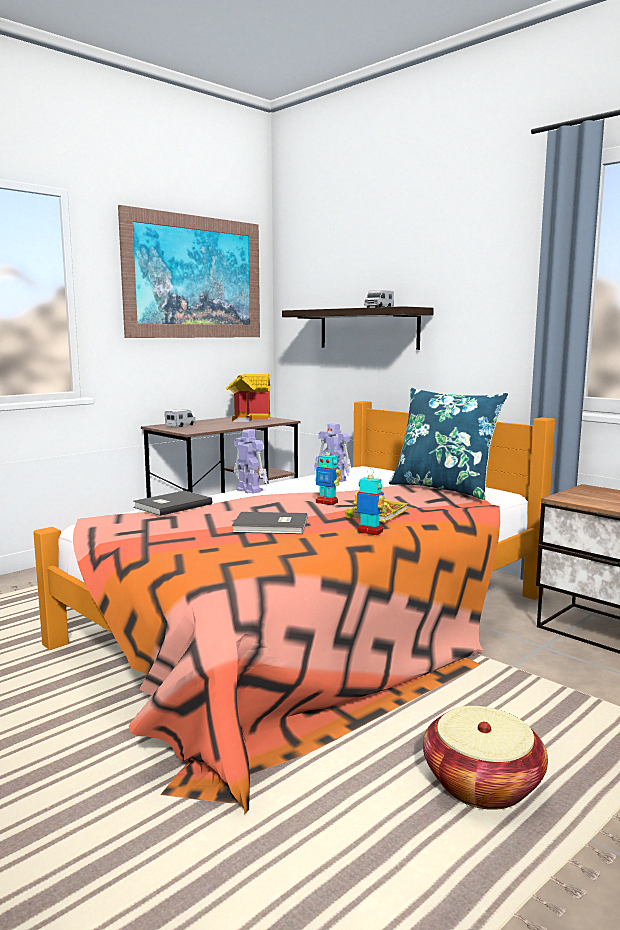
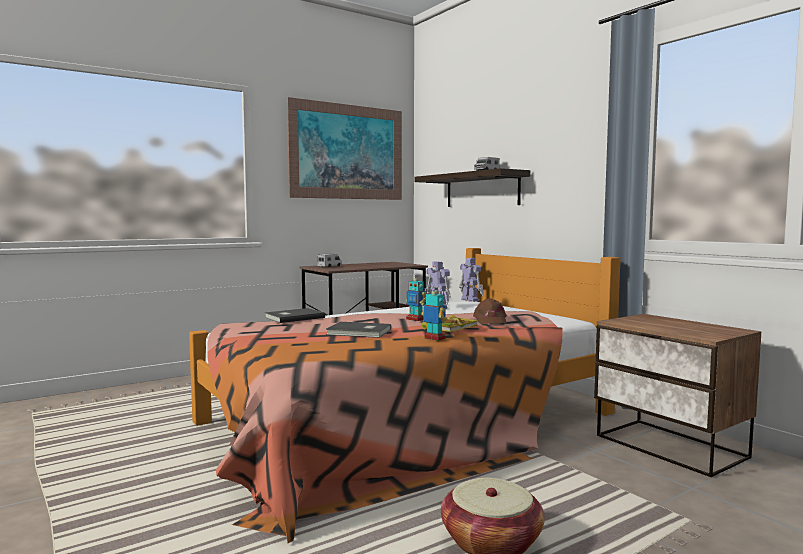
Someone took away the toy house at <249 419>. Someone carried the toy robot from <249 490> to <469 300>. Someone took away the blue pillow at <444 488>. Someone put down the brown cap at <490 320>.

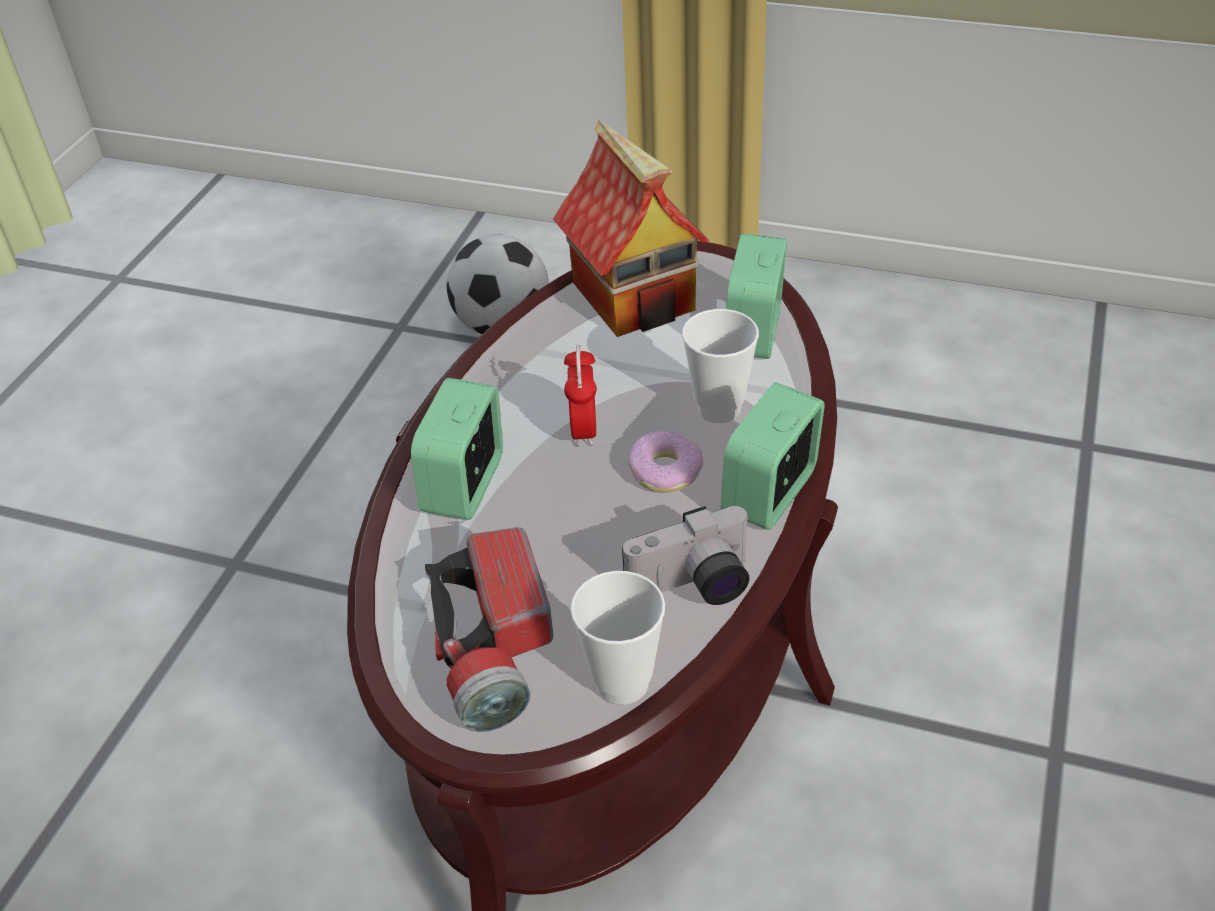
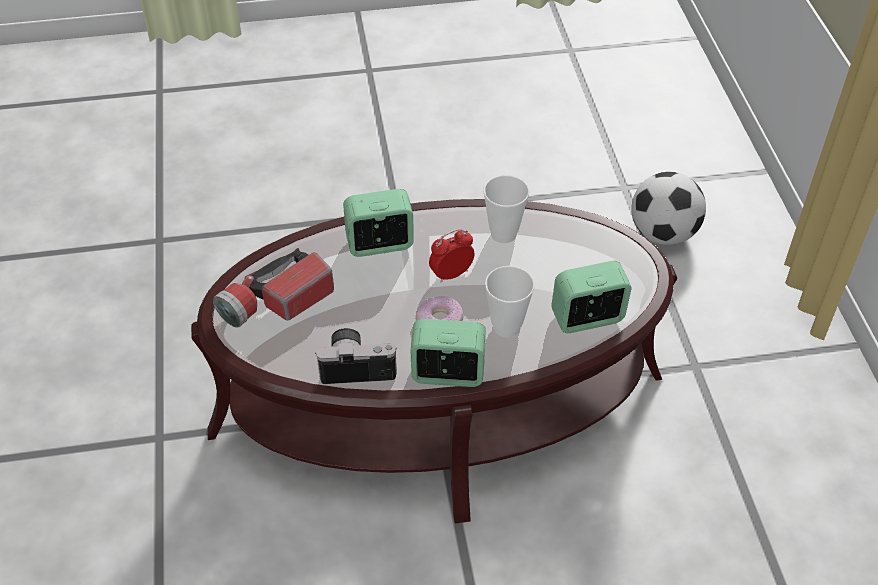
Someone took away the toy house at <636 296>. Someone carried the cup from <622 683> to <503 234>. Someone rotated the photo camera at <694 587> by 135 degrees clockwise.

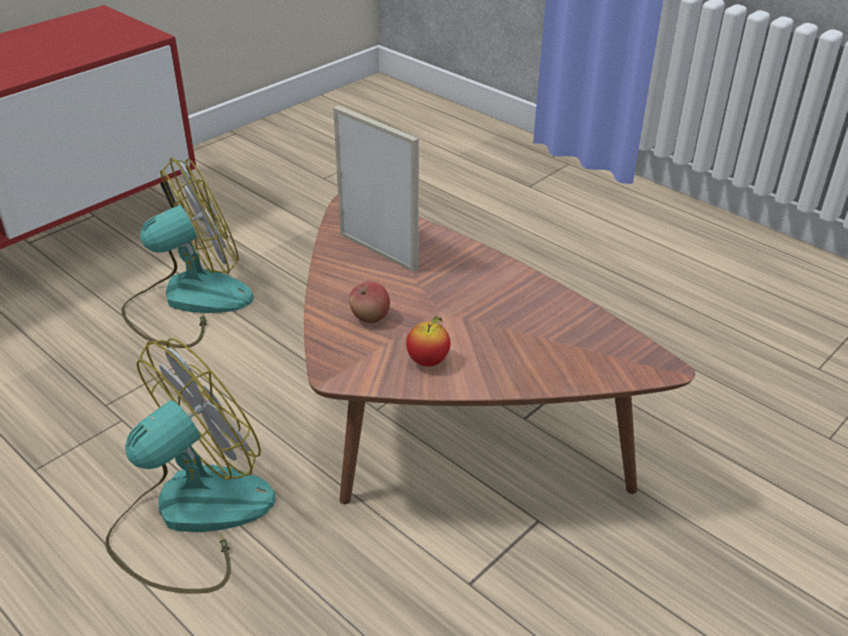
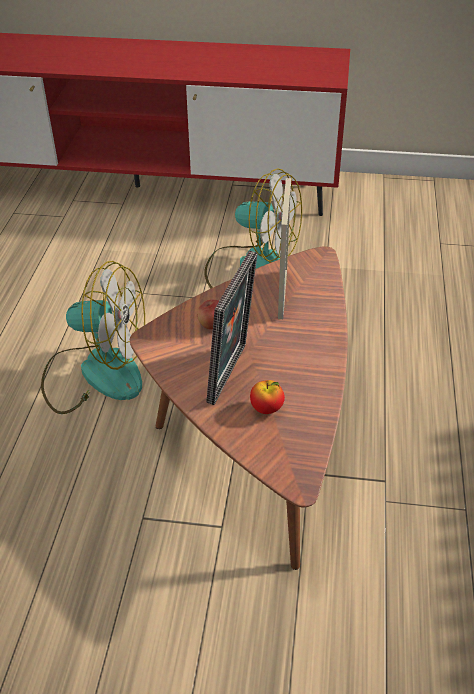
Someone carried the apple from <428 361> to <267 409>. Someone put down the picture frame at <232 374>.

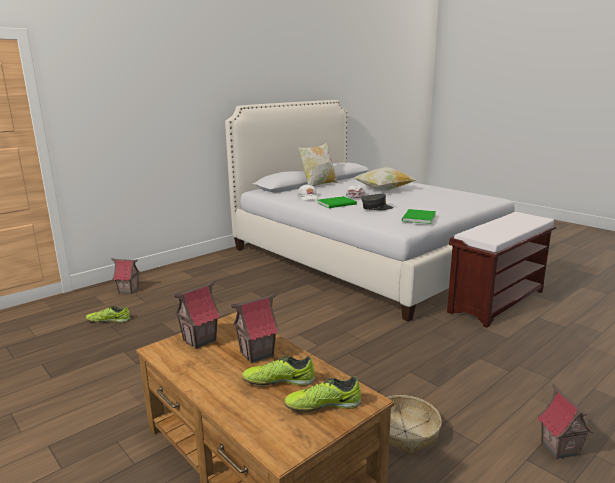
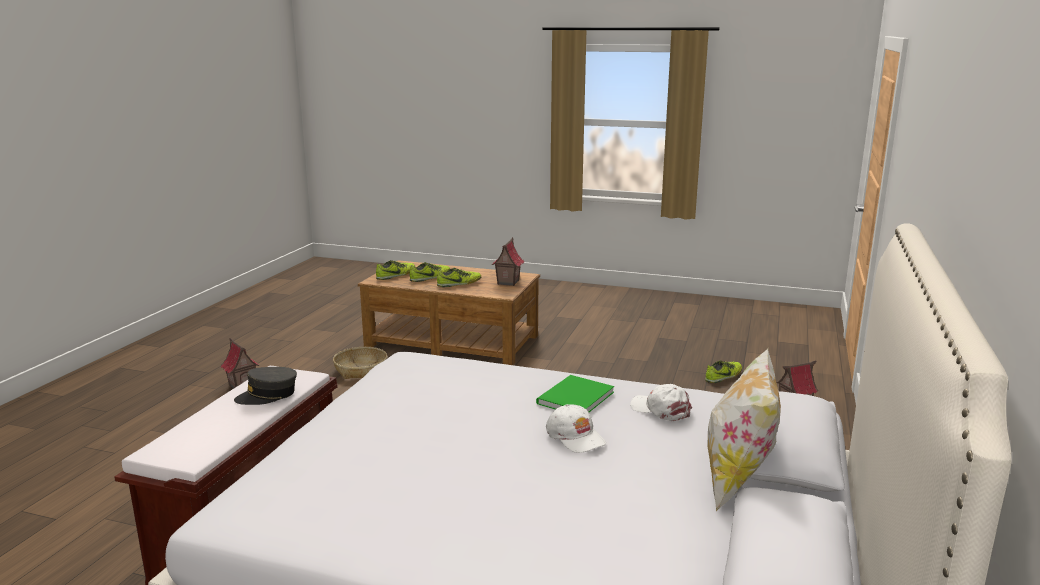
Someone swapped the toy house at <257 354> for the shoe at <459 284>. Someone took away the pillow at <383 190>. Someone carried the grey cap from <376 208> to <267 395>. Someone took away the green book at <417 218>.

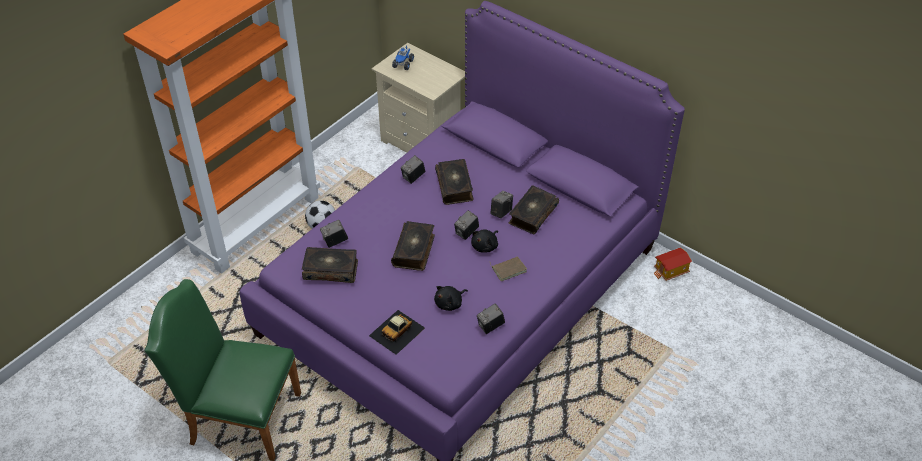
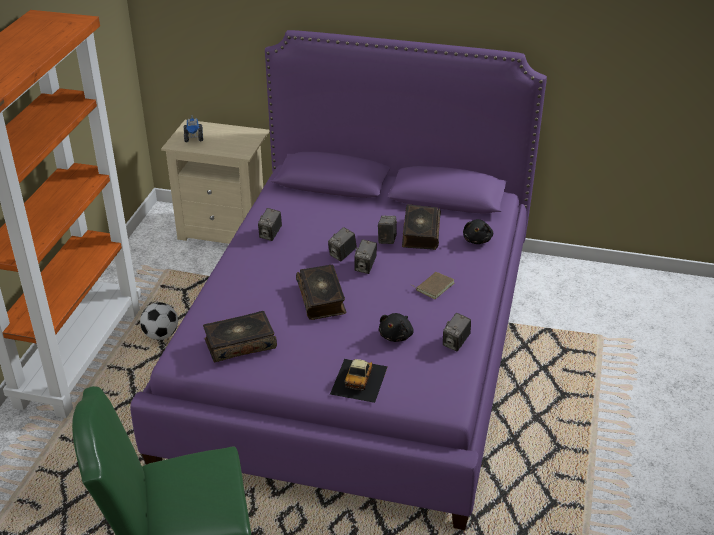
Someone carried the photo camera from <335 241> to <342 255>. Someone took away the book at <455 186>. Someone carried the black plush toy from <485 246> to <477 240>. Someone took away the toy house at <671 271>.

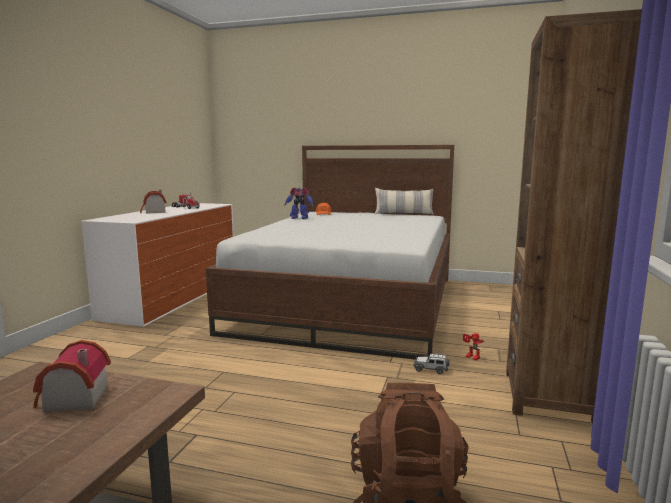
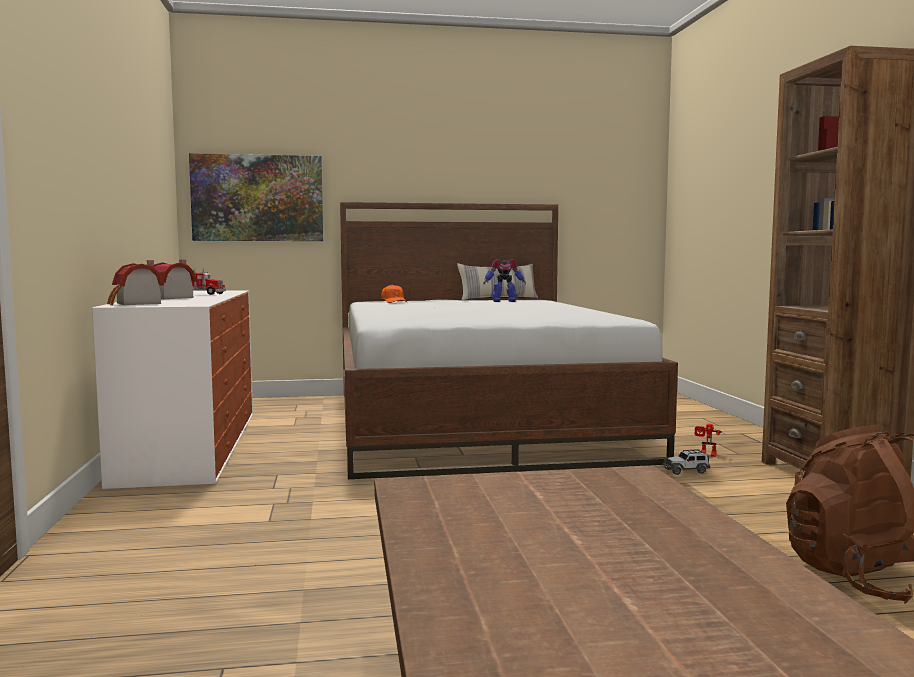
Someone carried the toy house from <72 400> to <135 303>. Someone carried the toy robot from <299 218> to <503 301>. Someone put up the picture at <257 198>.

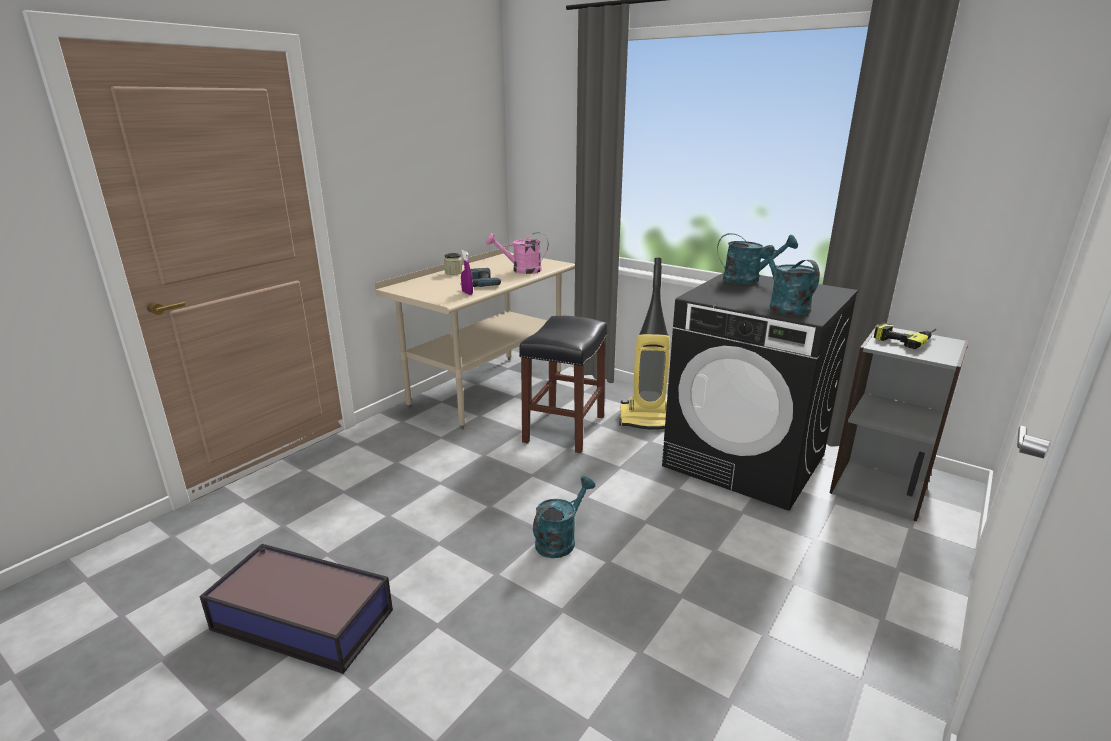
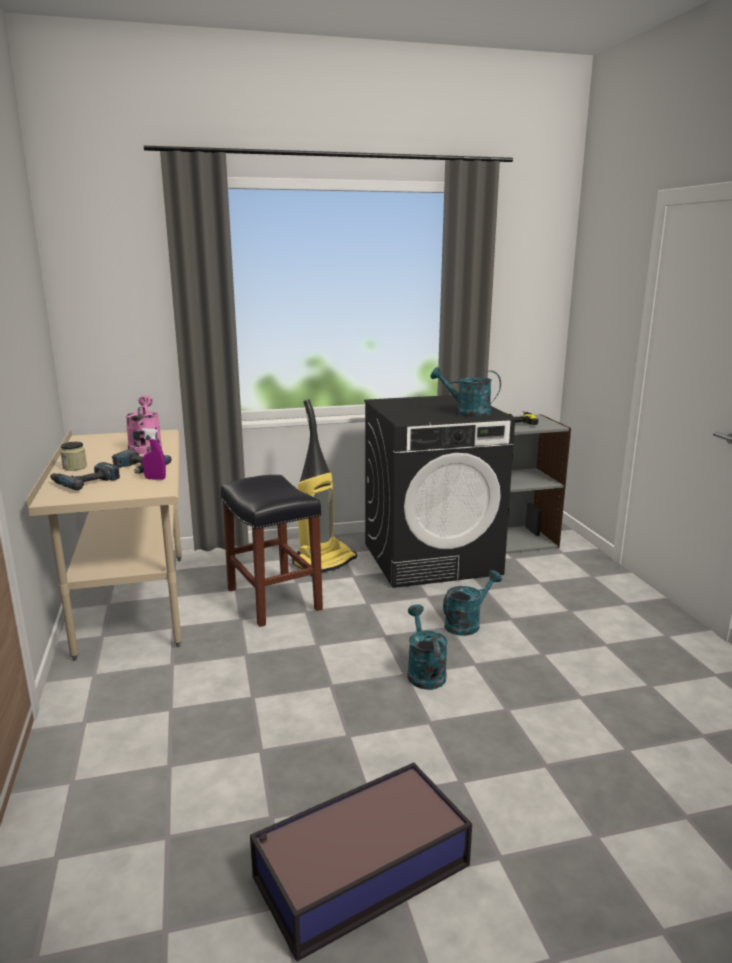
Someone rotated the pink watering can at <521 270> by 135 degrees clockwise. Someone carried the turquoise watering can from <748 280> to <467 623>. Someone put down the power drill at <85 482>.

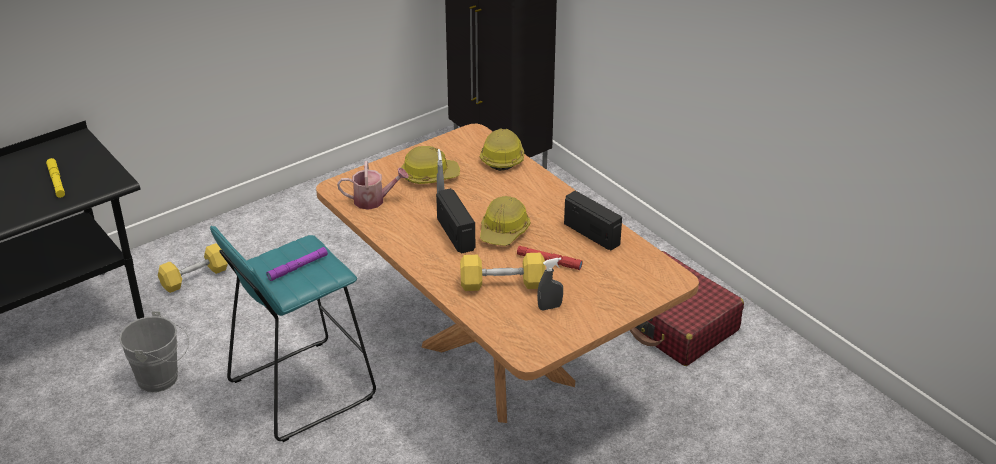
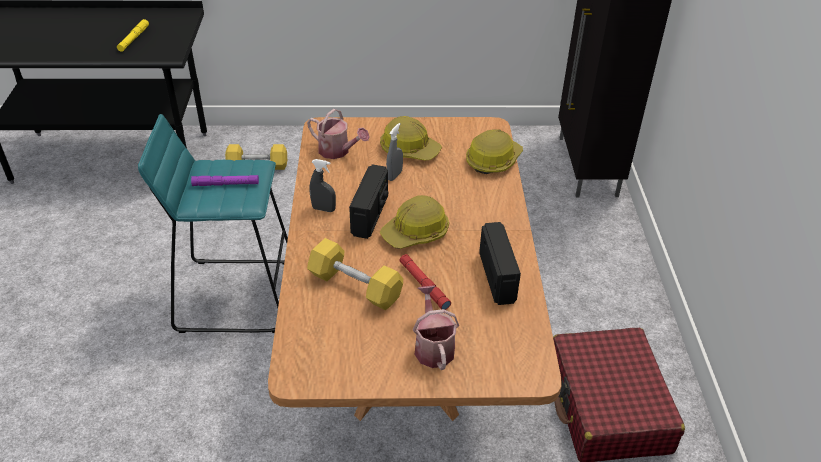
Someone took away the grey bucket at <162 379>. Someone carried the grey spray bottle from <549 307> to <323 209>. Someone put down the watering can at <433 346>.

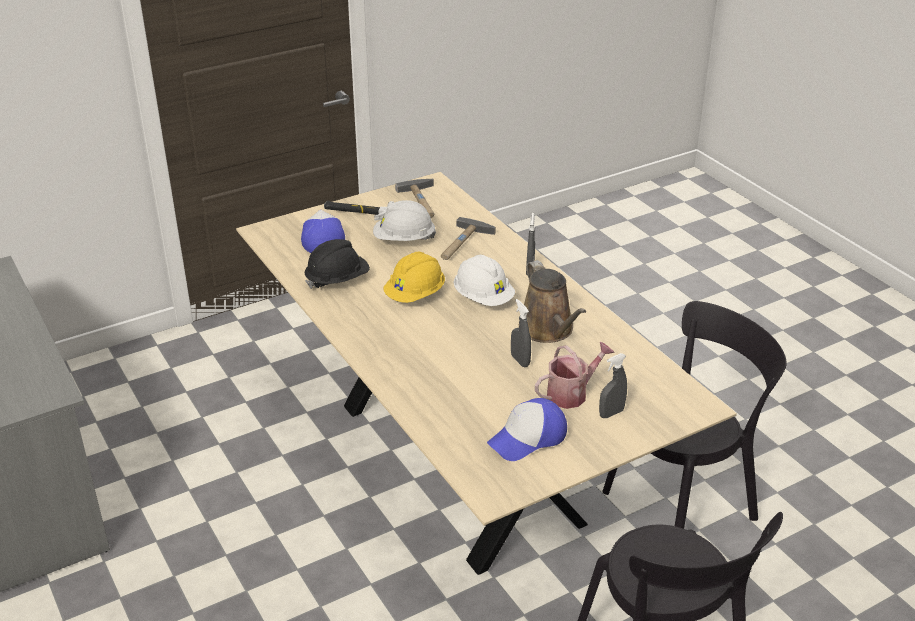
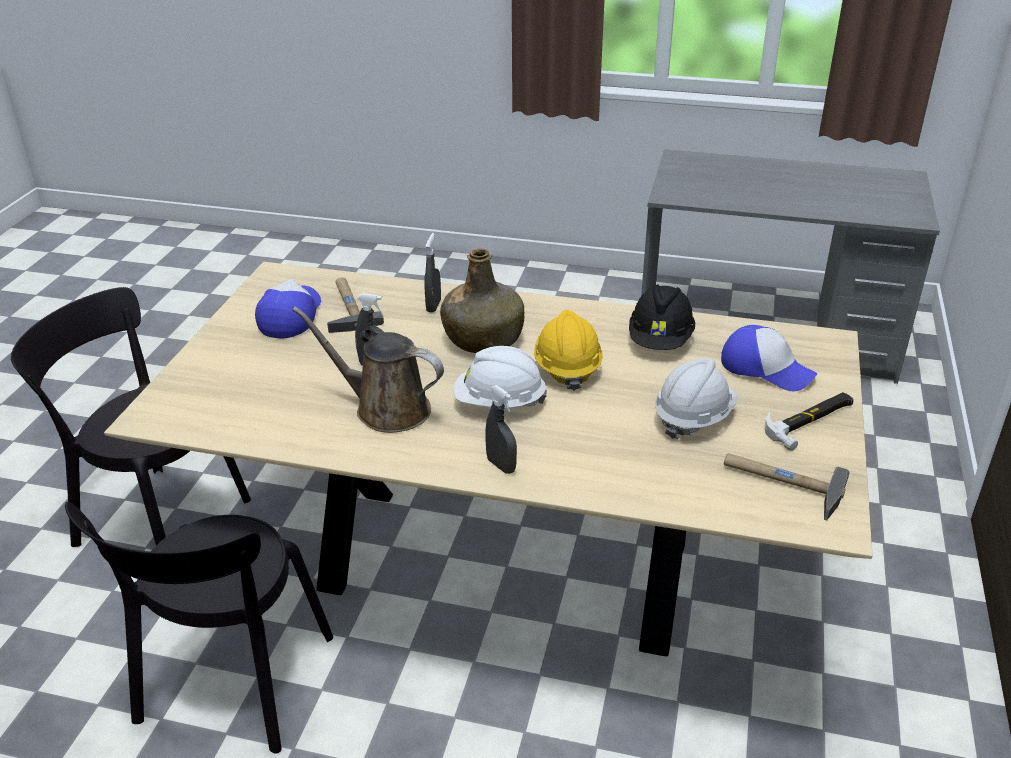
Someone carried the hammer from <462 243> to <347 307>. Someone took away the watering can at <571 393>. Someone carried the grey spray bottle from <611 413> to <433 306>. Someone put down the green bottle at <483 339>.

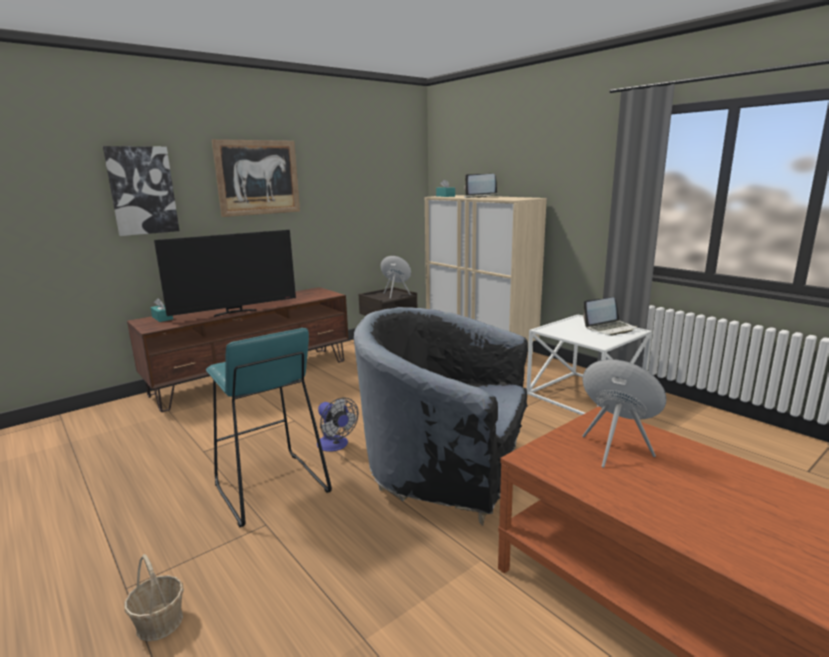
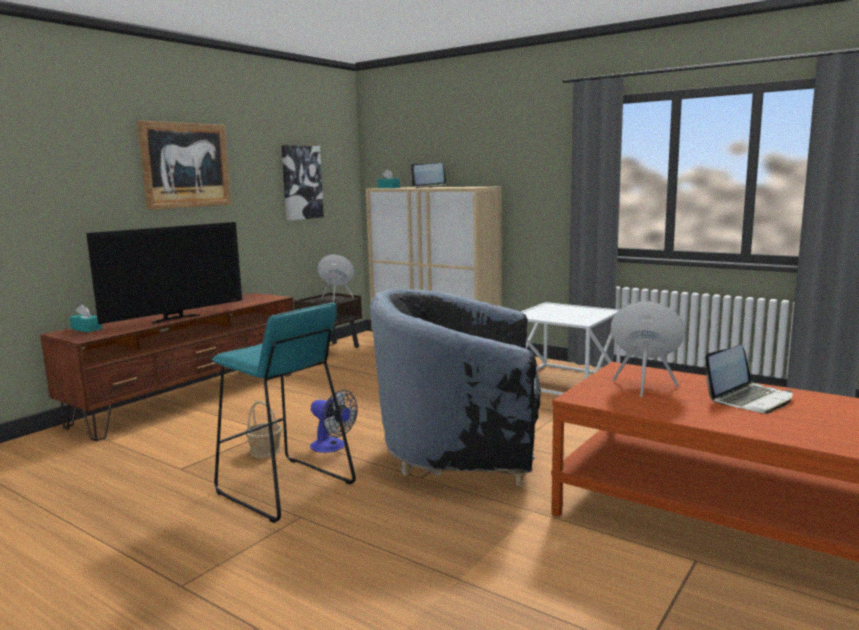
Someone carried the picture from <142 190> to <301 182>. Someone carried the basket from <160 622> to <265 451>. Someone carried the laptop from <610 328> to <750 399>.

